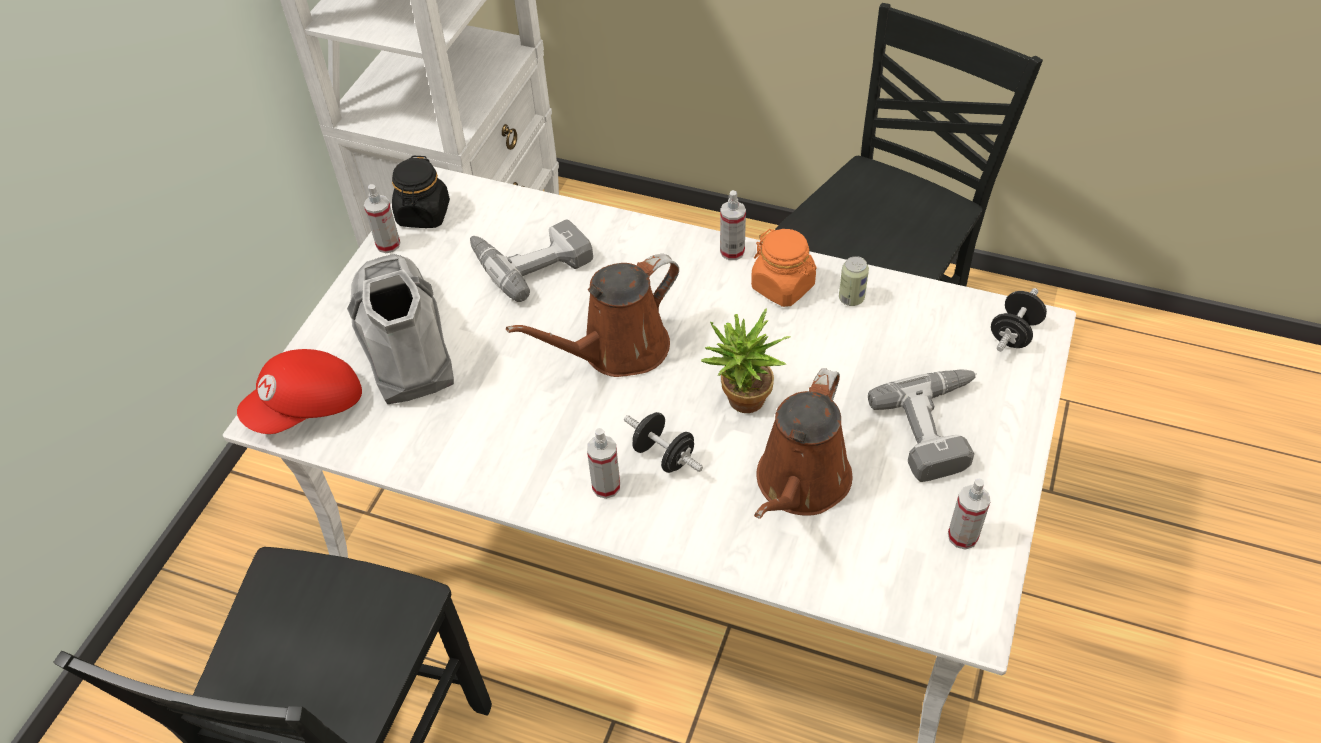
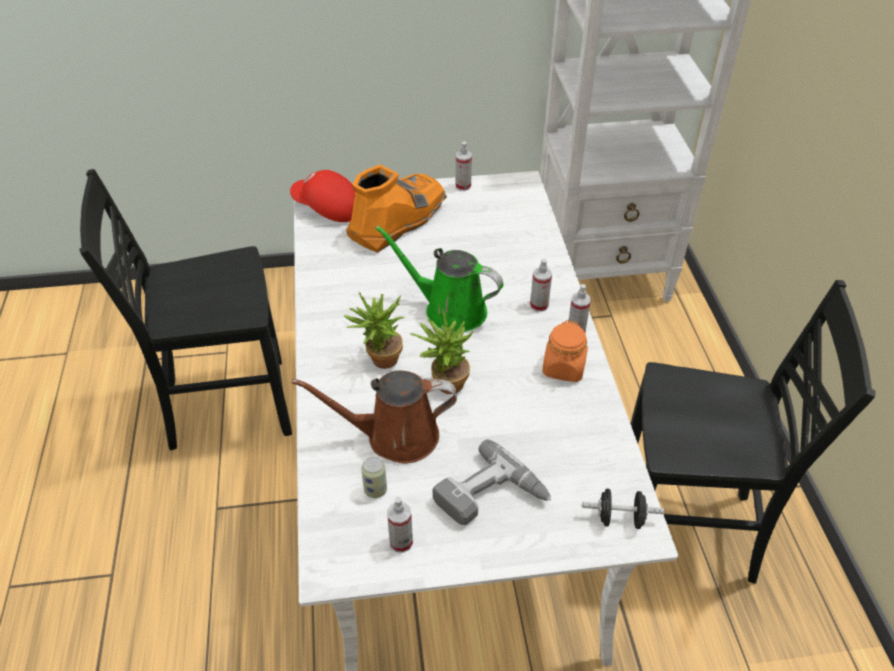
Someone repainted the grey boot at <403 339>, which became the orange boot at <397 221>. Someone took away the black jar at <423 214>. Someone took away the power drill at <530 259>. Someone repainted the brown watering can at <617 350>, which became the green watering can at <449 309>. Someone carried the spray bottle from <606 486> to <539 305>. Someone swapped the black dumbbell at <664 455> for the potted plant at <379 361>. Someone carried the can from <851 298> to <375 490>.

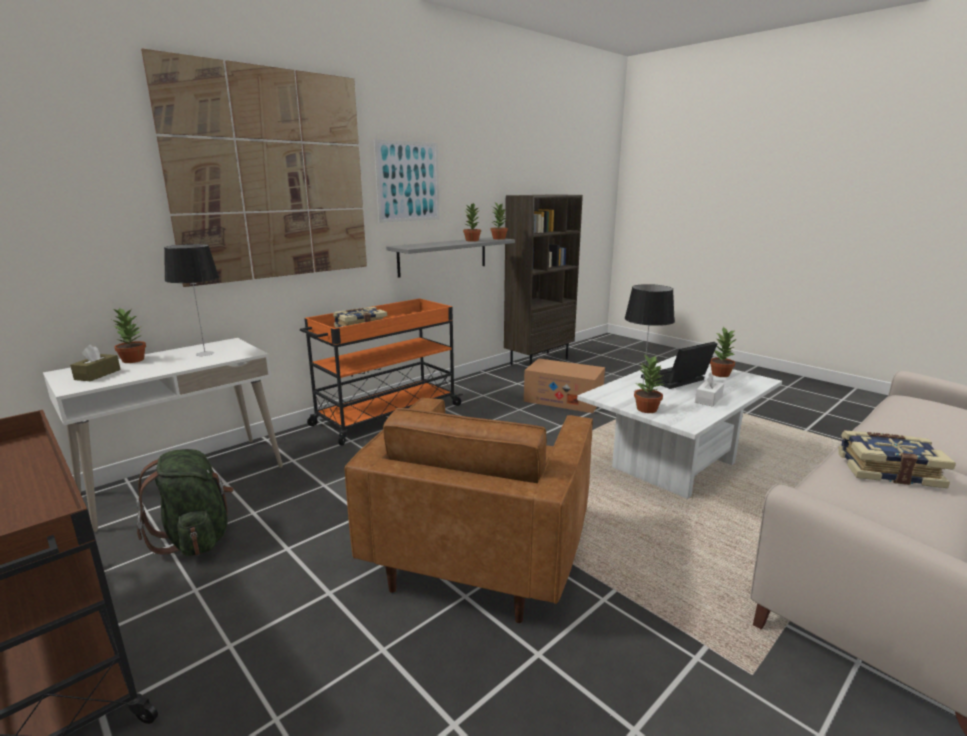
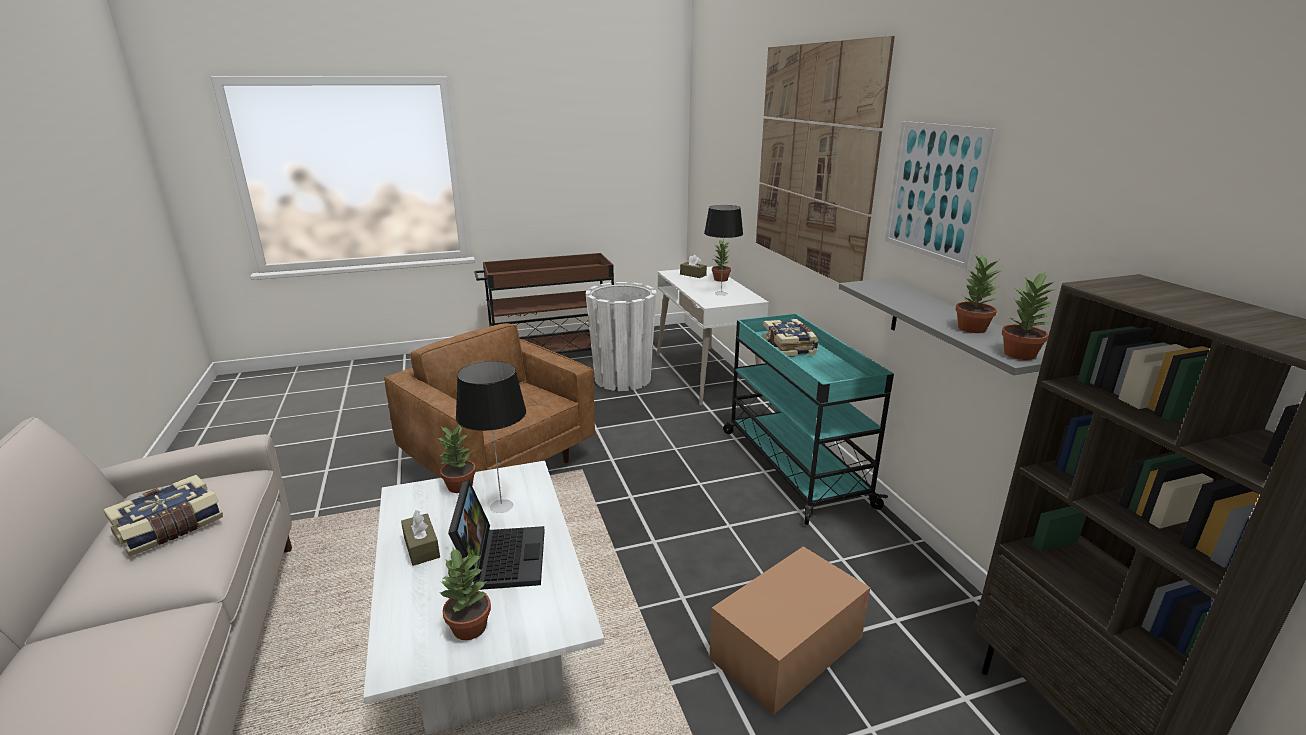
Someone swapped the green backpack at <196 538> for the white planter at <622 379>. Someone repainted the orange cart at <386 415>, which became the turquoise cart at <793 466>. Someone repainted the white tissue box at <708 399>, which became the brown tissue box at <421 547>.

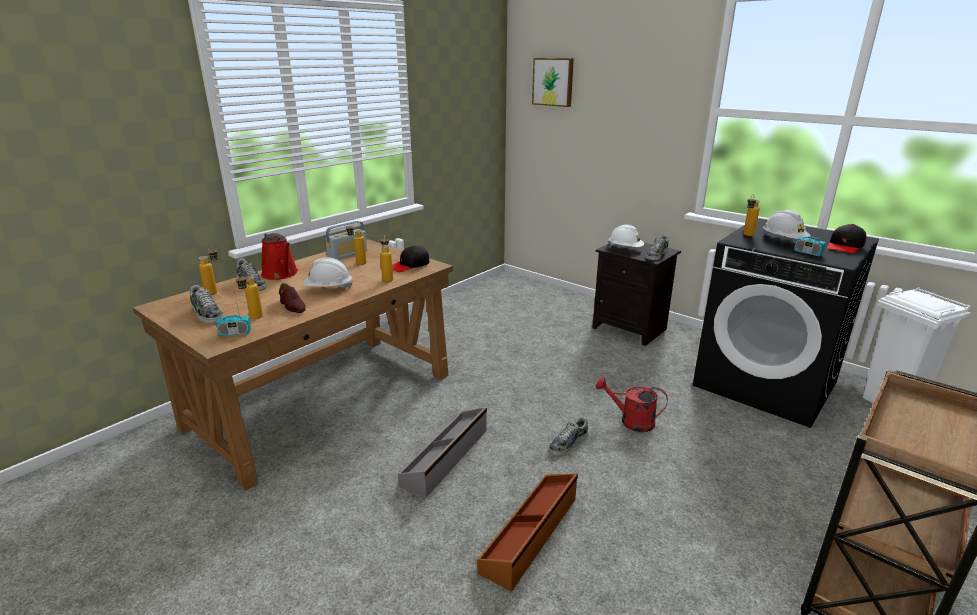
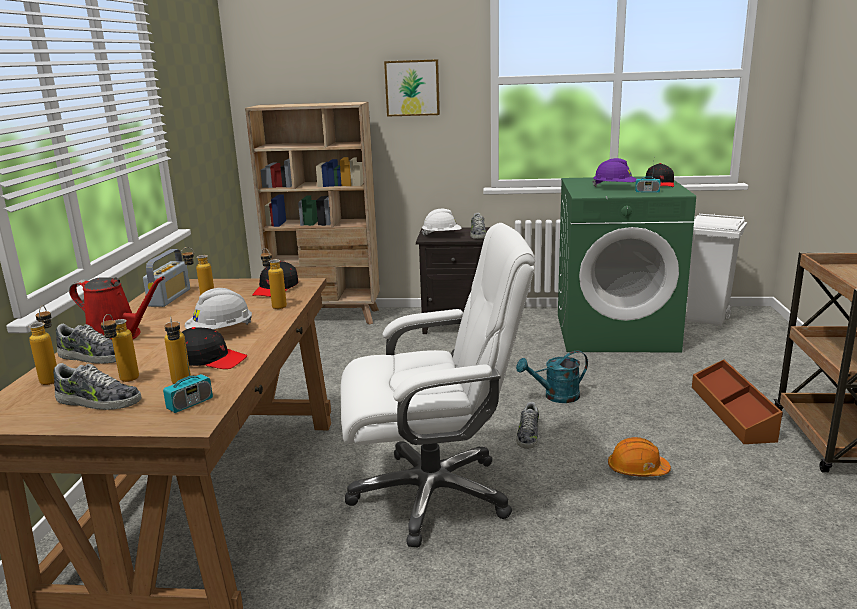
Someone swapped the brown shoe at <292 306> for the black cap at <211 359>. Someone swapped the grey storage box at <447 457> for the white office chair at <433 494>. Someone carried the brown storage box from <531 534> to <733 412>. Someone carried the picture from <553 82> to <412 88>. Someone repainted the red watering can at <631 421>, which became the turquoise watering can at <555 397>. Someone repainted the black washing machine at <766 384>, which became the green washing machine at <616 332>. Someone carried the bottle from <746 236> to <125 381>. Someone repainted the white hard hat at <783 240>, which became the purple hard hat at <614 188>. Someone put down the beige bookcase at <327 317>. Someone put down the orange hard hat at <637 470>.

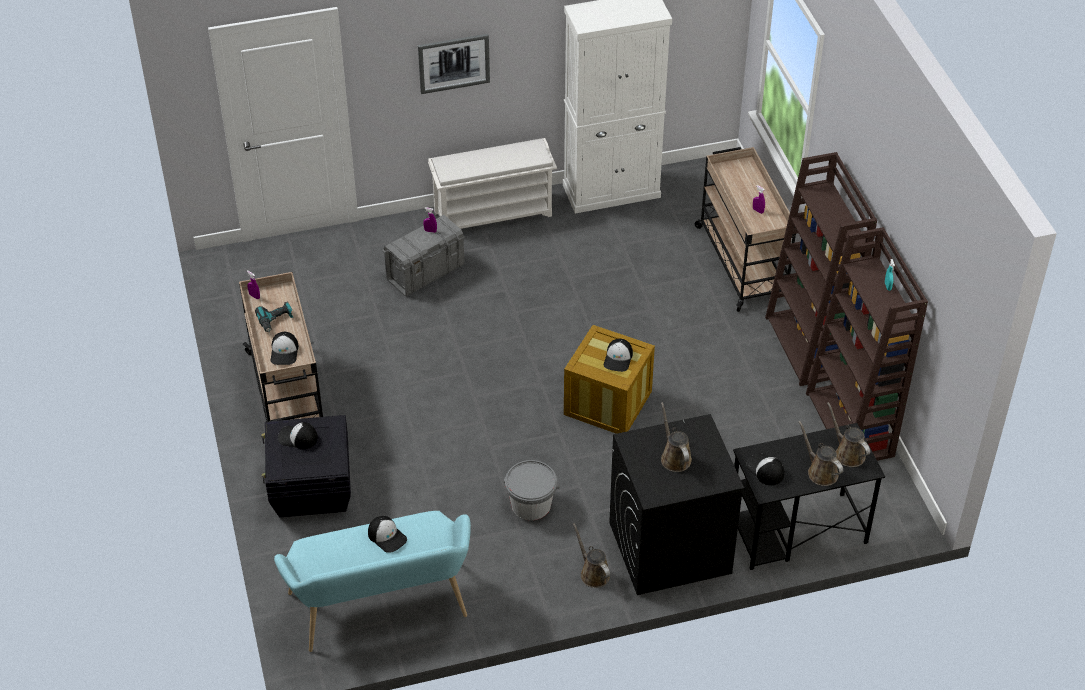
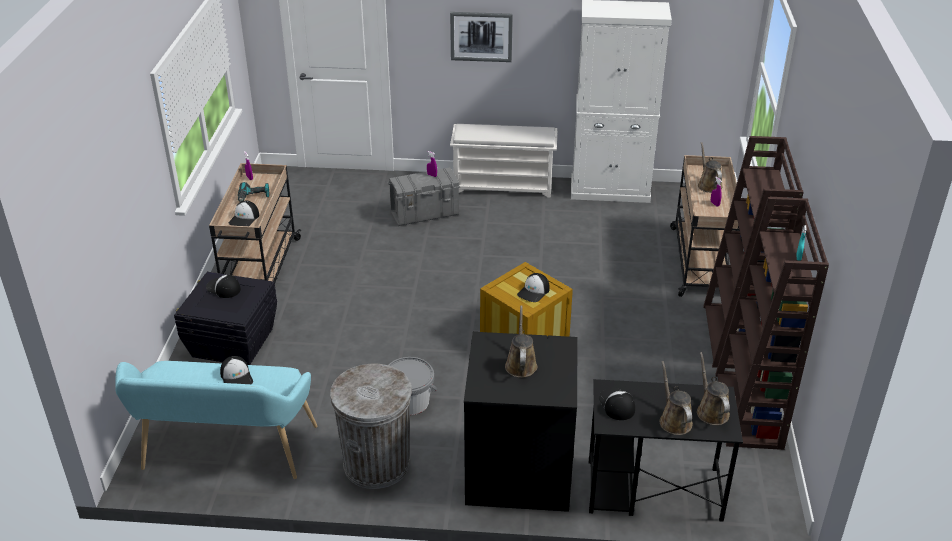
Someone carried the brown watering can from <593 573> to <708 185>. Someone put down the grey trash can at <376 464>.

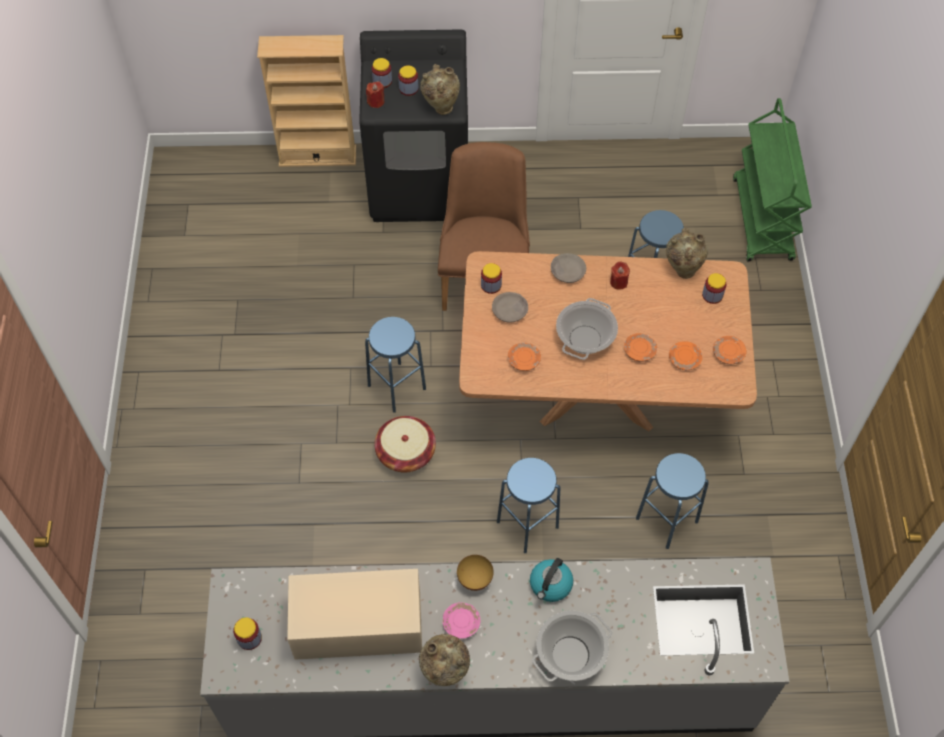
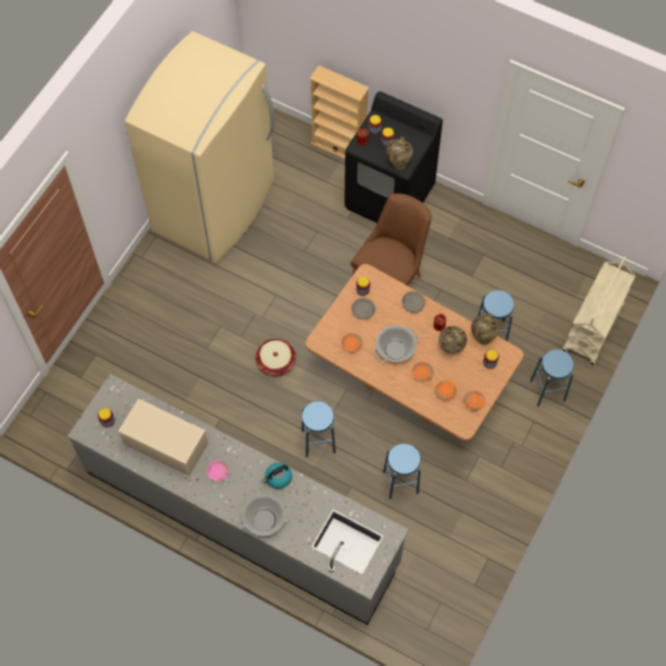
Someone carried the blue stool from <396 387> to <547 390>. Someone carried the beige vase from <445 672> to <451 349>. Someone took away the bowl at <475 579>. Someone repainted the green cart at <762 220>, which became the beige cart at <593 328>. Someone put down the beige fridge at <215 206>.

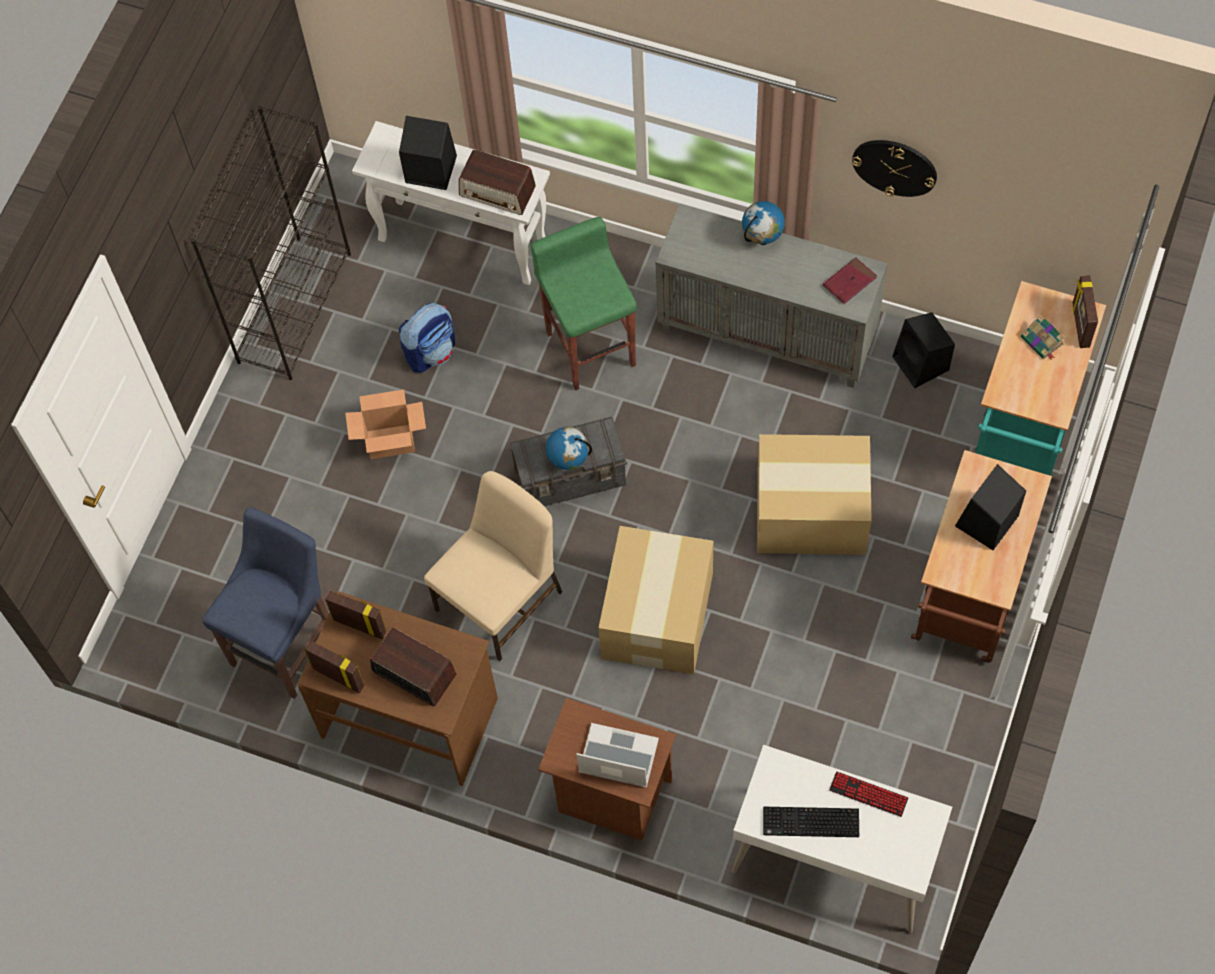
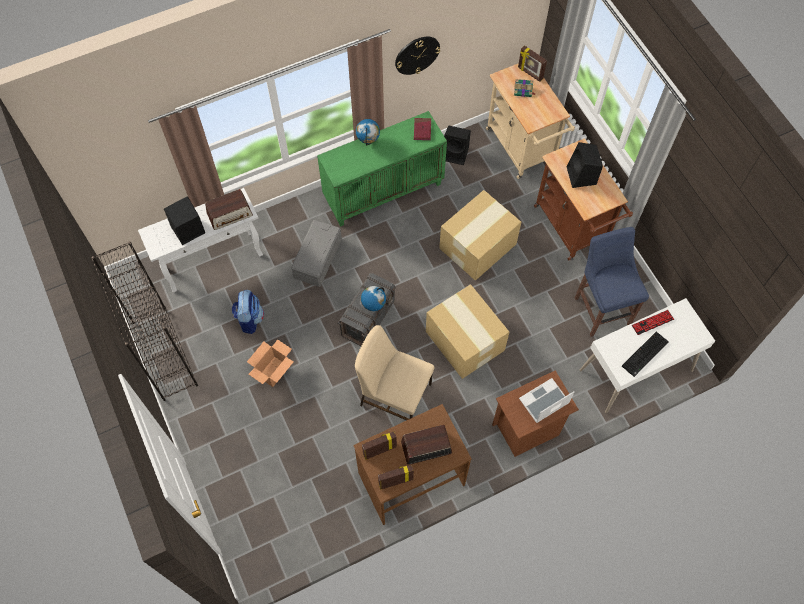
Someone carried the blue stool from <287 644> to <601 308>. Someone rotated the beige chair at <501 599> by 60 degrees counterclockwise. Someone swapped the green stool at <591 347> for the grey storage box at <317 258>. Someone repainted the grey cabinet at <768 333>, which became the green cabinet at <384 191>. Someone repainted the turquoise cart at <1021 437>, which became the beige cart at <522 150>.

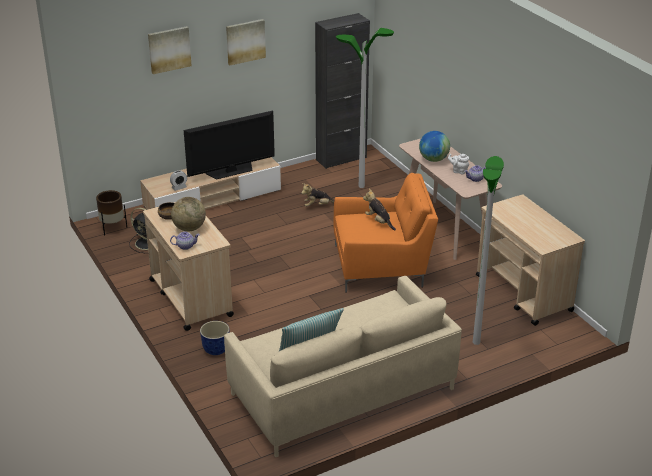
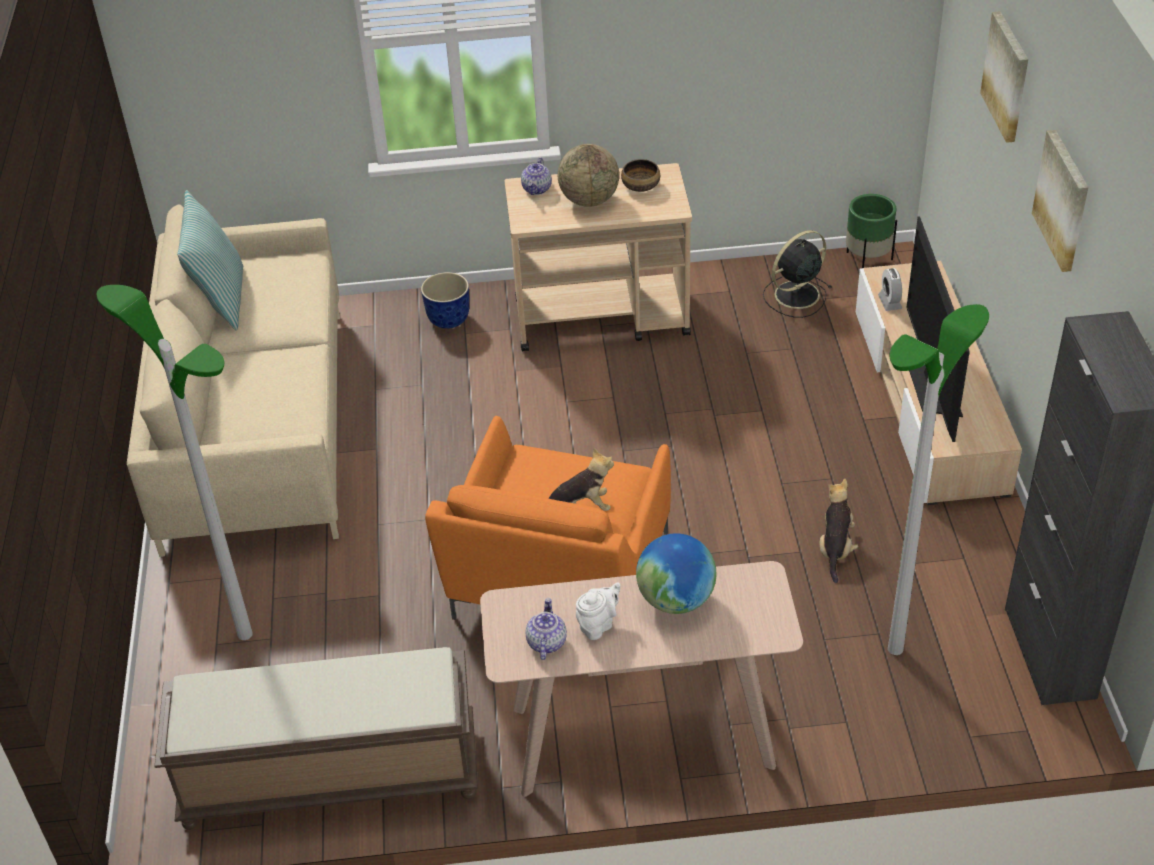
Someone repainted the brown planter at <112 228>, which became the green planter at <867 264>. Someone swapped the beige cart at <524 293> for the brown bench at <328 777>.

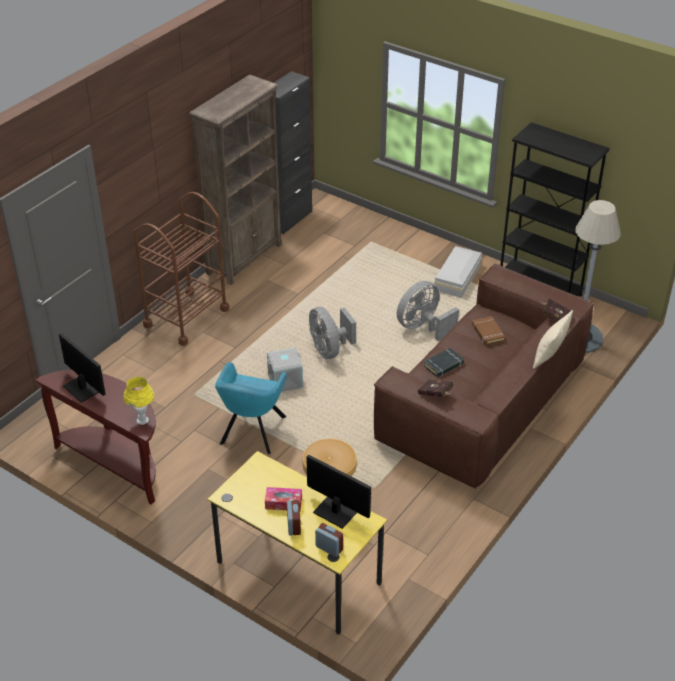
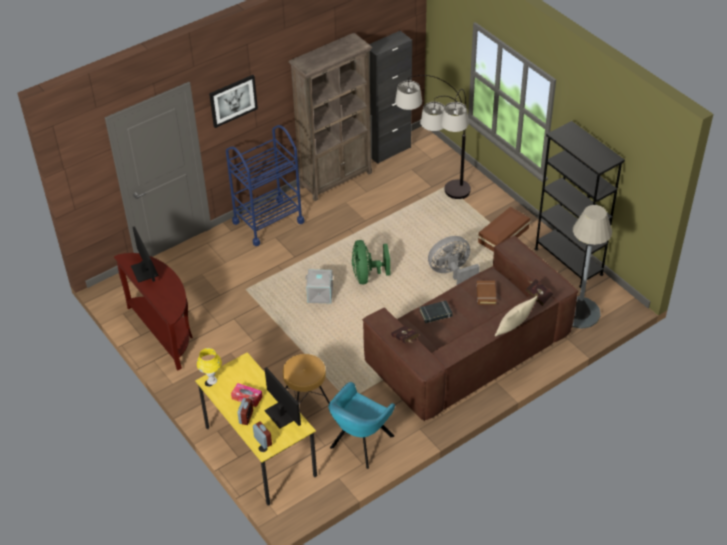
Someone carried the yellow table lamp from <142 420> to <212 381>. Someone repainted the brown cart at <186 317>, which became the blue cart at <268 222>. Someone carried the turquoise armchair from <252 432> to <360 443>. Someone repainted the grey fan at <329 349>, which became the green fan at <367 276>. Someone repainted the white storage box at <458 277>, which became the brown storage box at <504 235>. Someone put up the picture at <233 100>. Someone put down the floor lamp at <438 208>.

